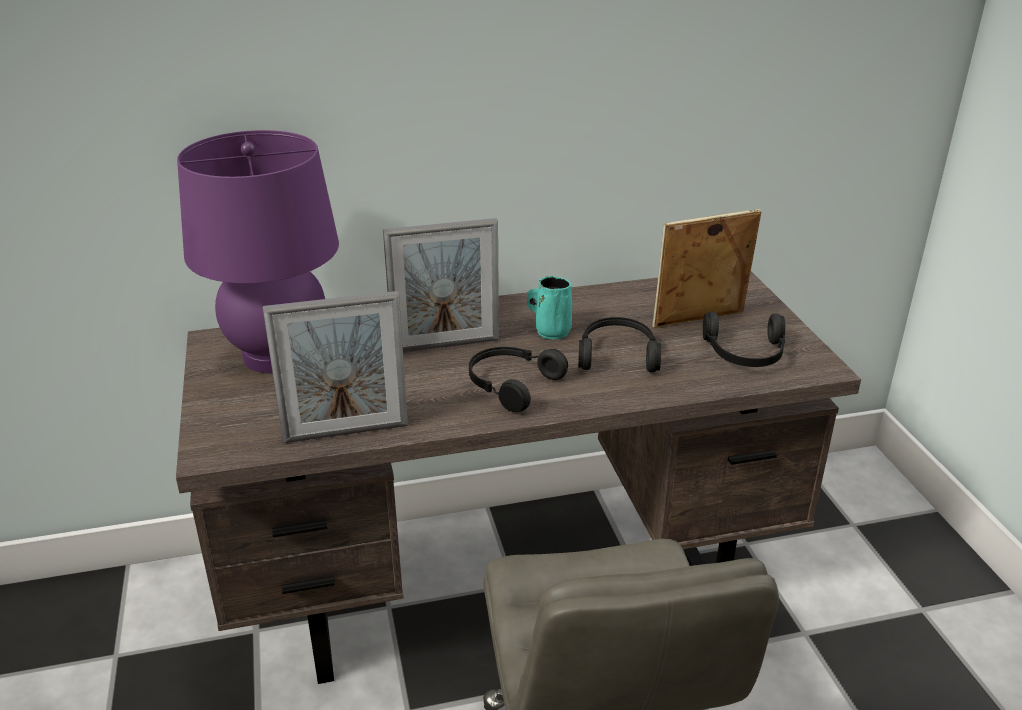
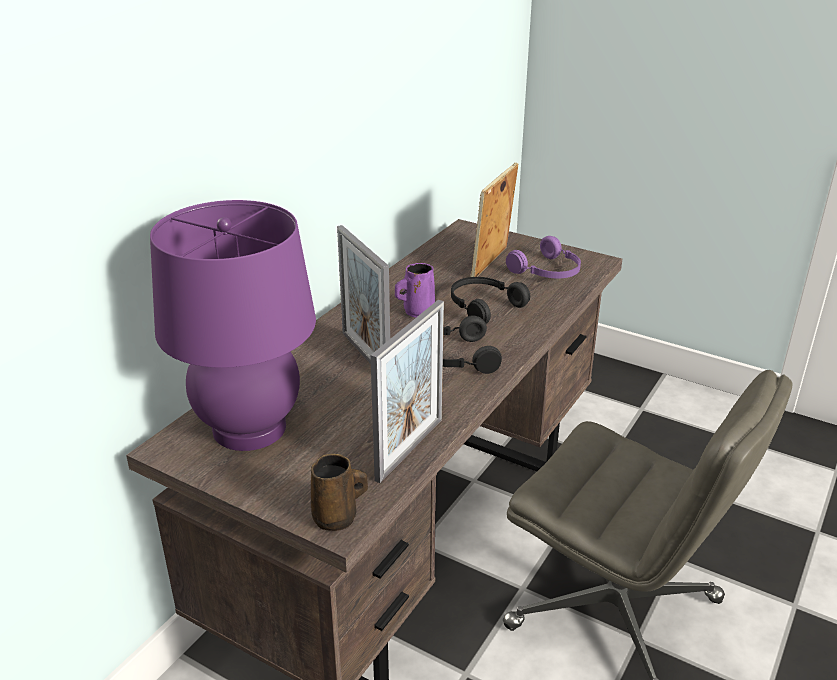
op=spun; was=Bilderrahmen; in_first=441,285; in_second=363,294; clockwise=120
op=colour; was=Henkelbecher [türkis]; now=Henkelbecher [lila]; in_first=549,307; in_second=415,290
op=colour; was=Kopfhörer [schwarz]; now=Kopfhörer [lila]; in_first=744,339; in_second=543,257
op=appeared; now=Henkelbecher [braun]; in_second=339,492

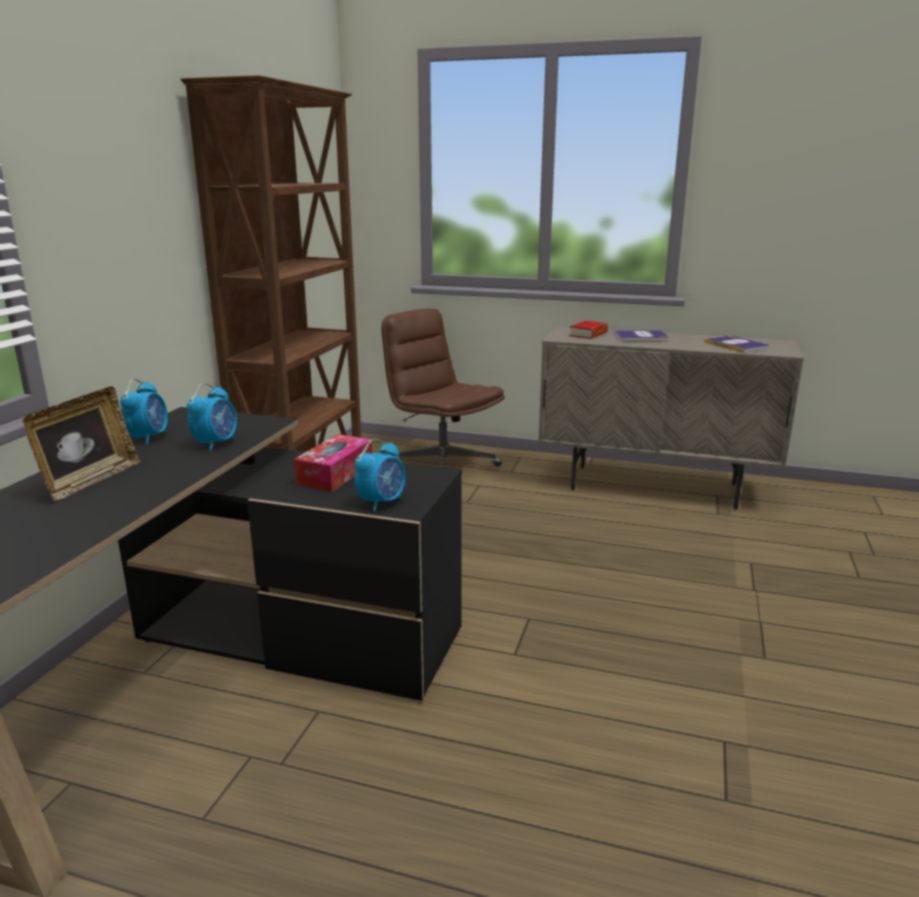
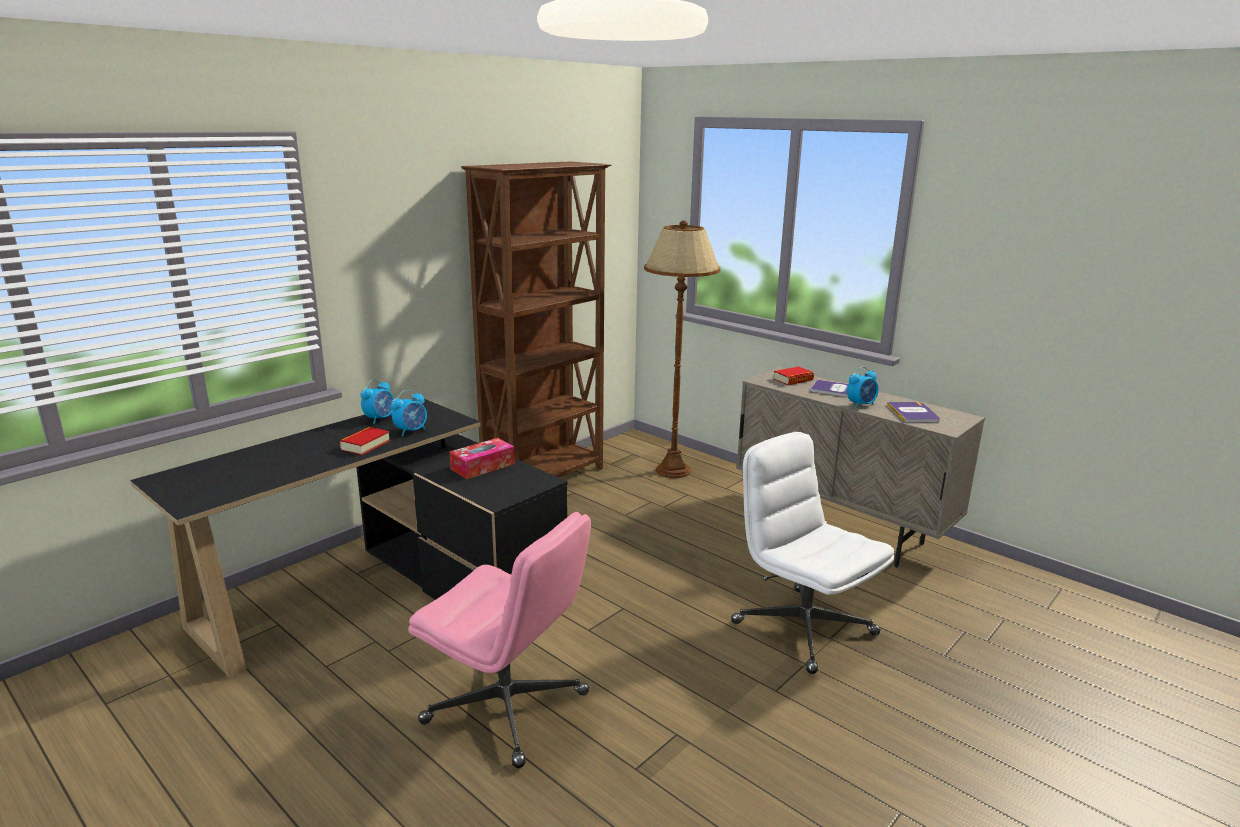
op=missing; was=Bilderrahmen; in_first=81,444
op=relocated; was=Wecker; in_first=380,475; in_second=863,387
op=exchanged; was=Bürostuhl [braun]; now=Stehlampe [braun]; in_first=443,387; in_second=682,349
op=appeared; now=Buch; in_second=364,441
op=appeared; now=Bürostuhl [rosa]; in_second=499,640
op=appeared; now=Bürostuhl [weiß]; in_second=812,553

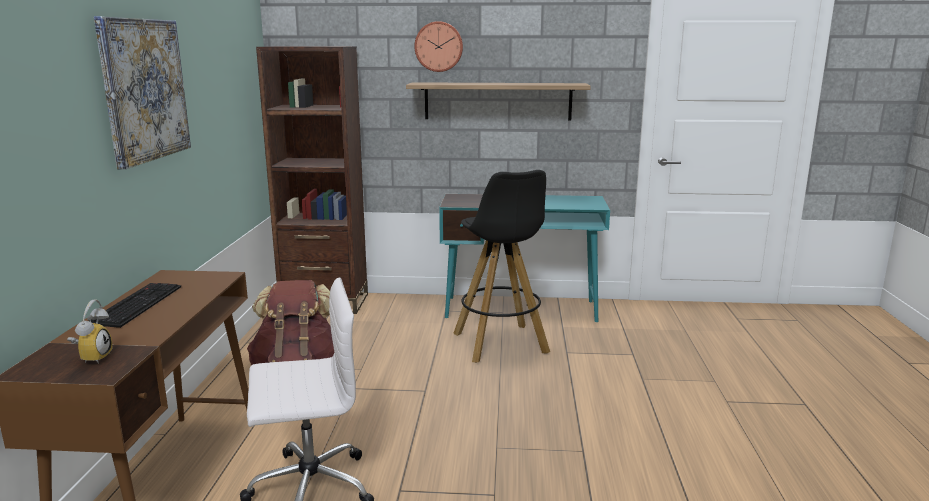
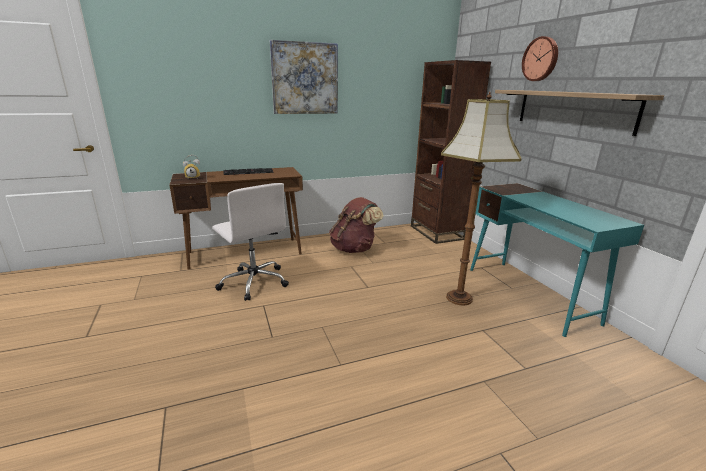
op=exchanged; was=Hocker [schwarz]; now=Stehlampe; in_first=501,266; in_second=481,199

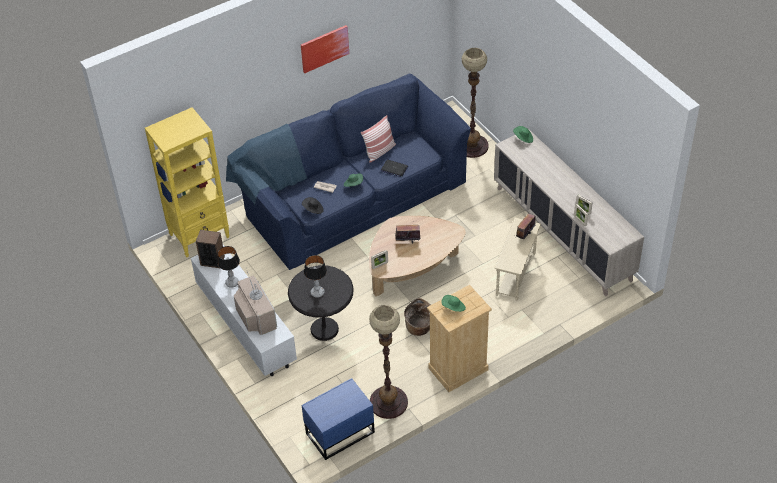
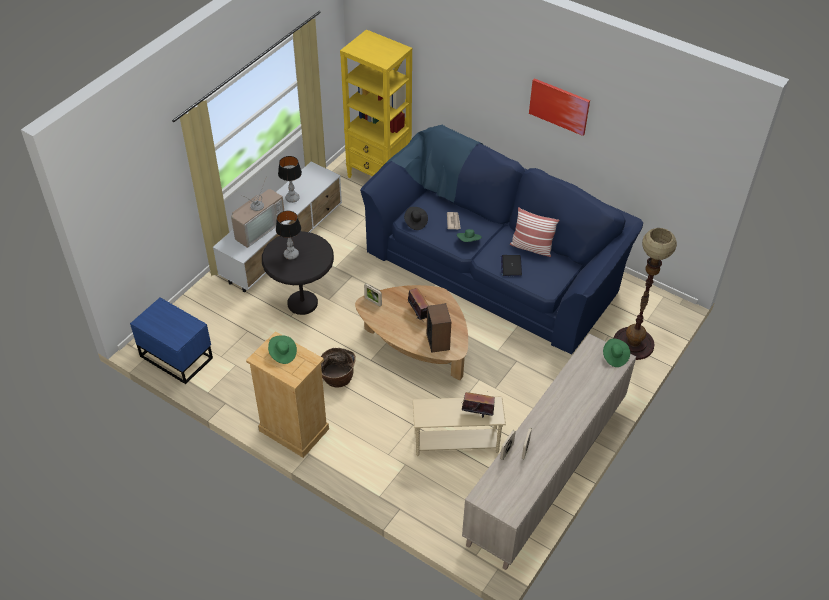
op=relocated; was=Lautsprecher; in_first=210,249; in_second=439,328
op=missing; was=Stehlampe; in_first=388,362

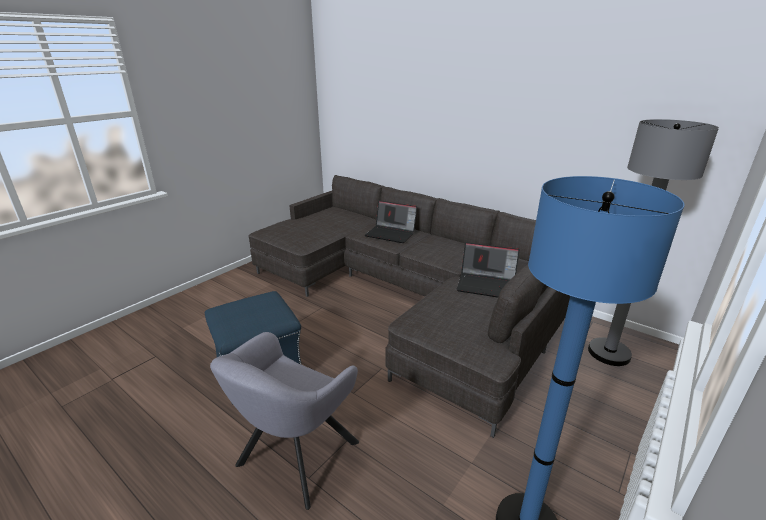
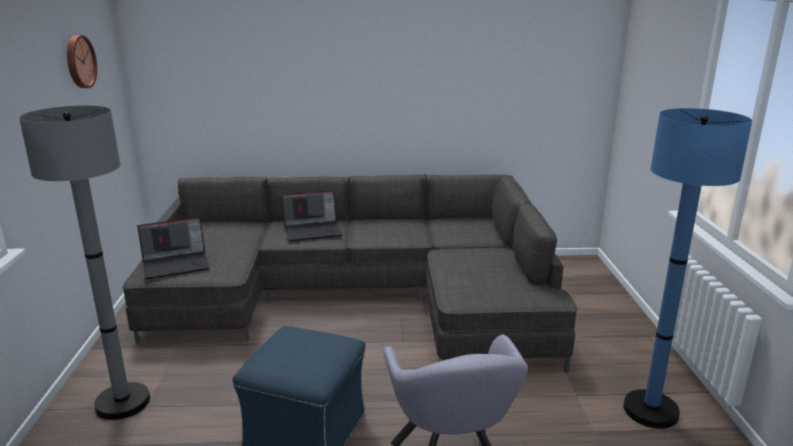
op=relocated; was=Laptop; in_first=488,269; in_second=173,248
op=relocated; was=Stehlampe [grau]; in_first=653,242; in_second=84,262
op=appeared; now=Wanduhr; in_second=82,61

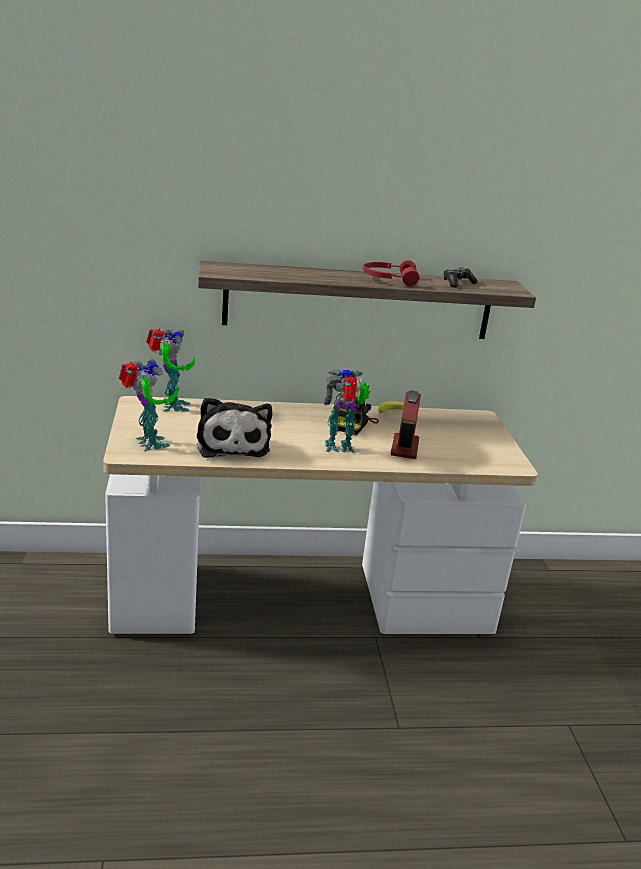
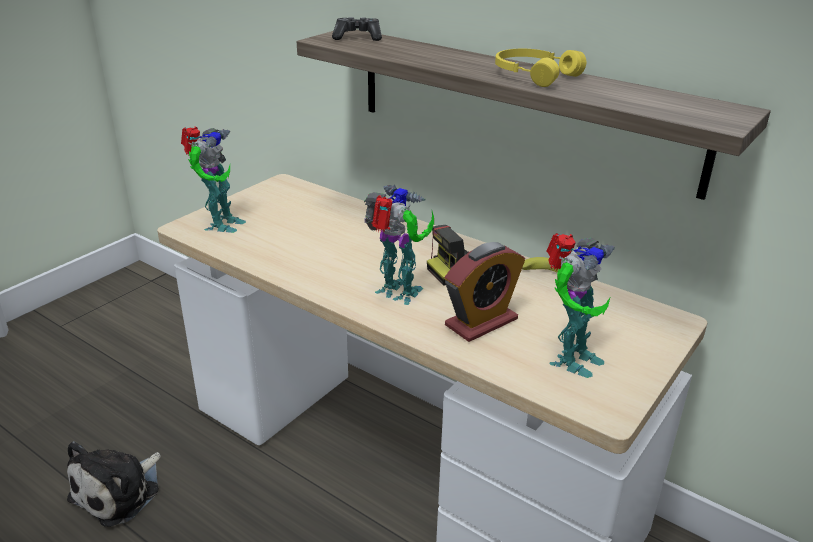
op=relocated; was=Spielzeugroboter; in_first=170,370; in_second=580,305
op=relocated; was=Plüschtier; in_first=234,427; in_second=114,484
op=colour; was=Kopfhörer [rot]; now=Kopfhörer [gelb]; in_first=391,273; in_second=540,68
op=relocated; was=Gamepad; in_first=460,278; in_second=357,29

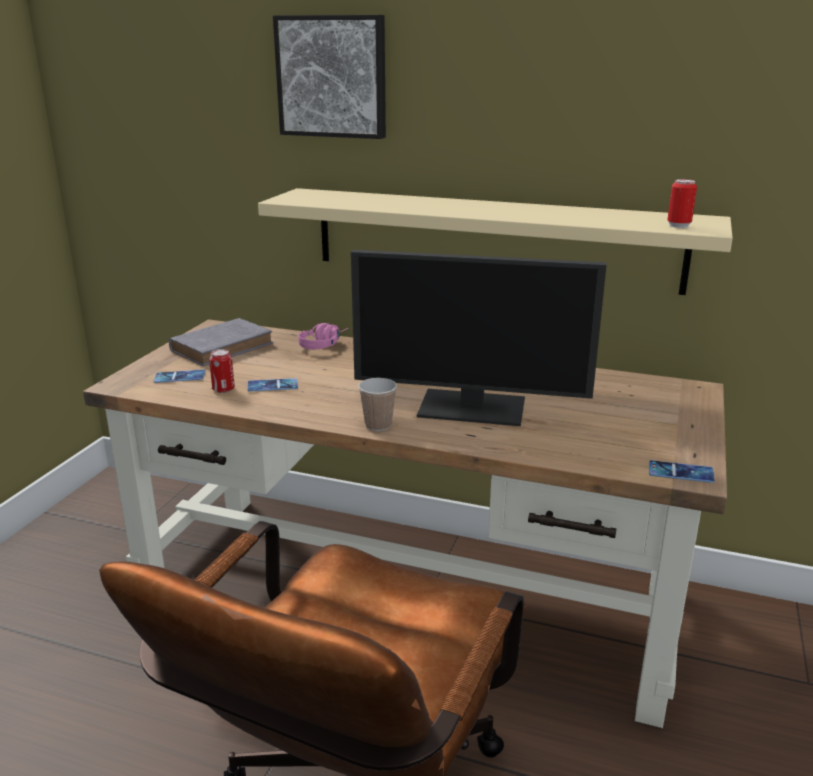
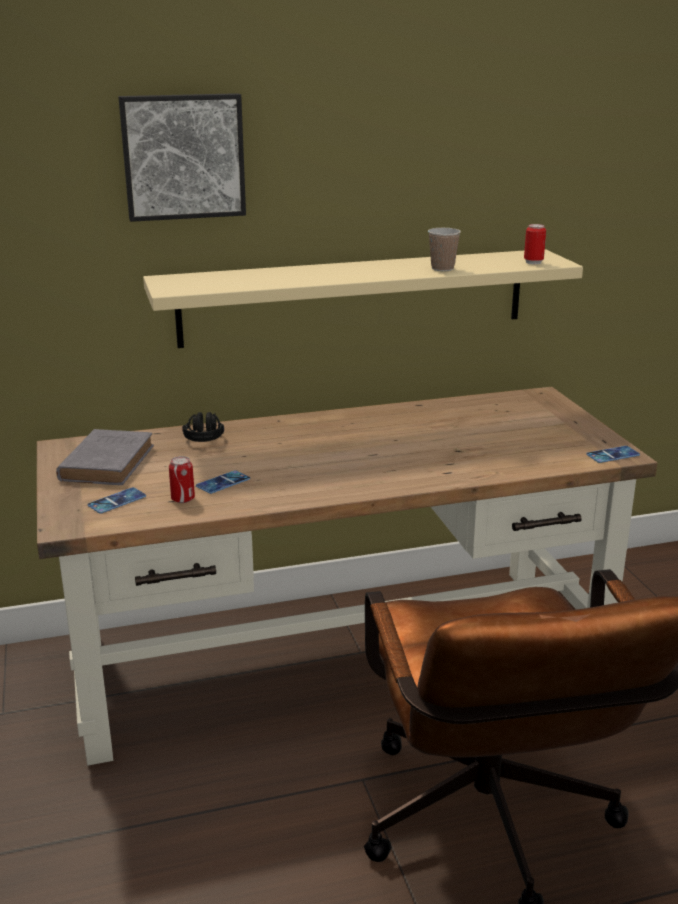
op=colour; was=Kopfhörer [rosa]; now=Kopfhörer [schwarz]; in_first=323,336; in_second=203,427
op=missing; was=Monitor; in_first=479,338
op=relocated; was=Tasse; in_first=377,404; in_second=444,249

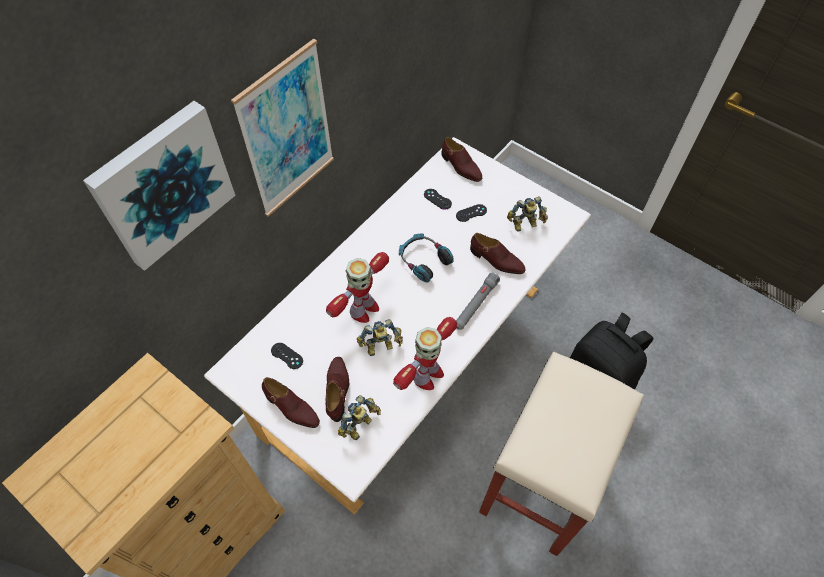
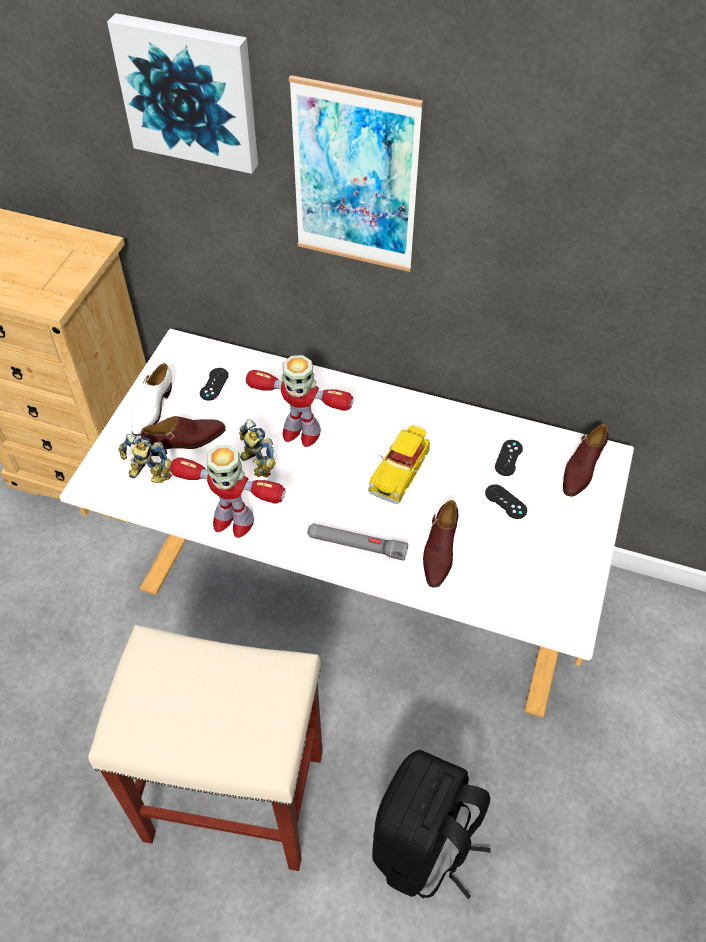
op=colour; was=Schuh [braun]; now=Schuh [weiß]; in_first=291,402; in_second=151,399
op=exchanged; was=Kopfhörer; now=Spielzeugauto; in_first=426,258; in_second=399,465
op=missing; was=Spielzeugroboter; in_first=527,214

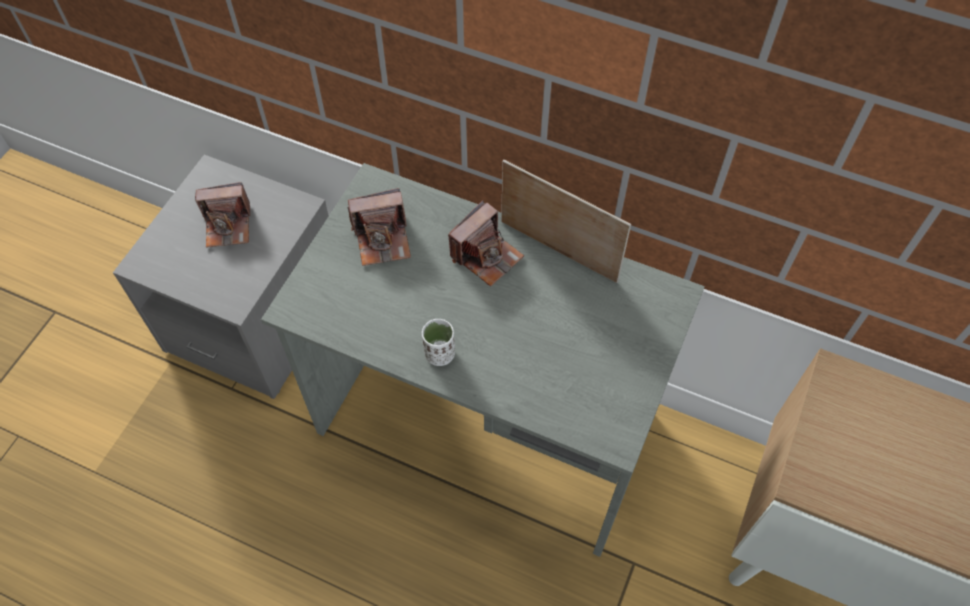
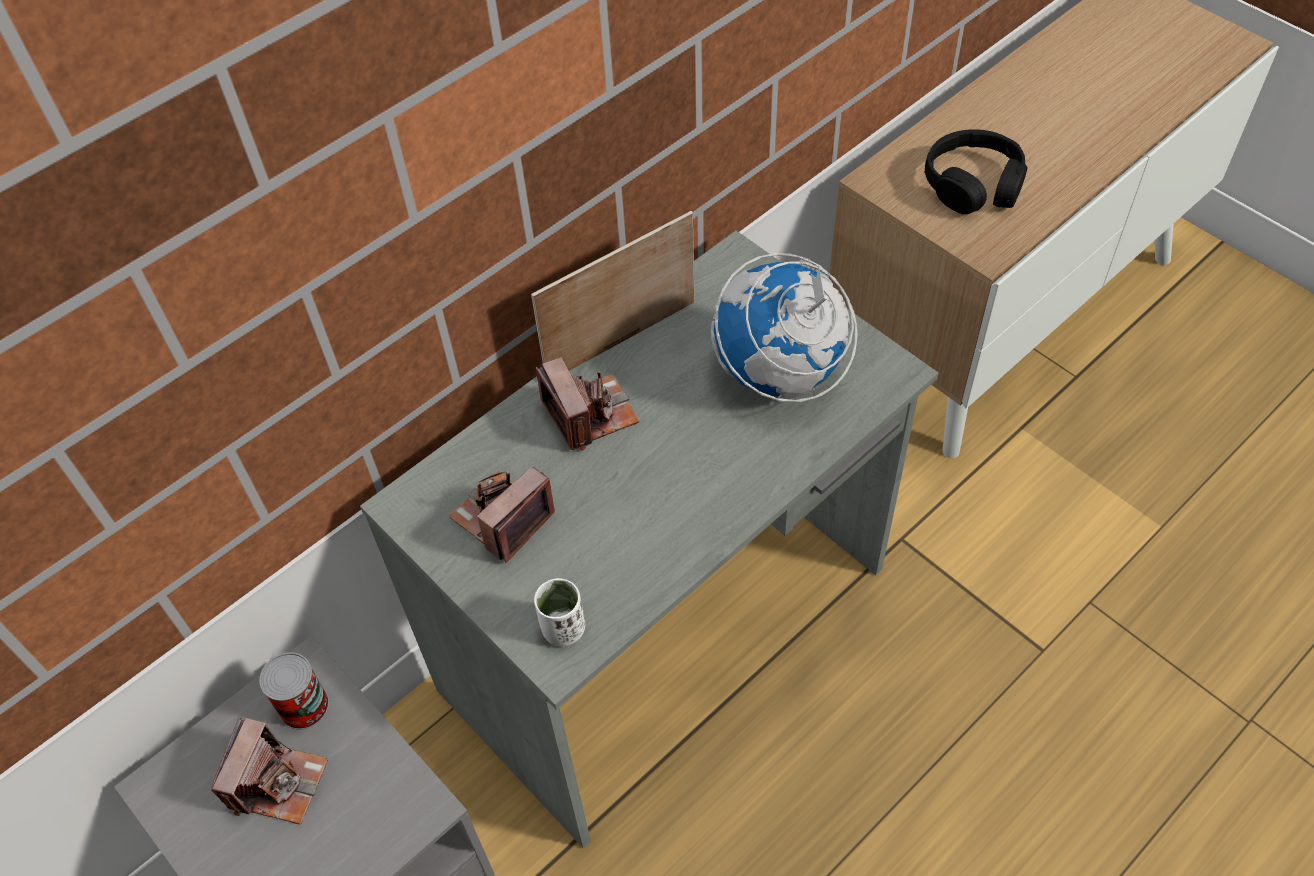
op=spun; was=Kamera; in_first=379,227; in_second=502,515; clockwise=-150
op=relocated; was=Tasse [weiß]; in_first=438,342; in_second=559,612
op=appeared; now=Dose; in_second=294,691
op=appeared; now=Globus; in_second=784,327
op=appeared; now=Kopfhörer [schwarz]; in_second=976,171

